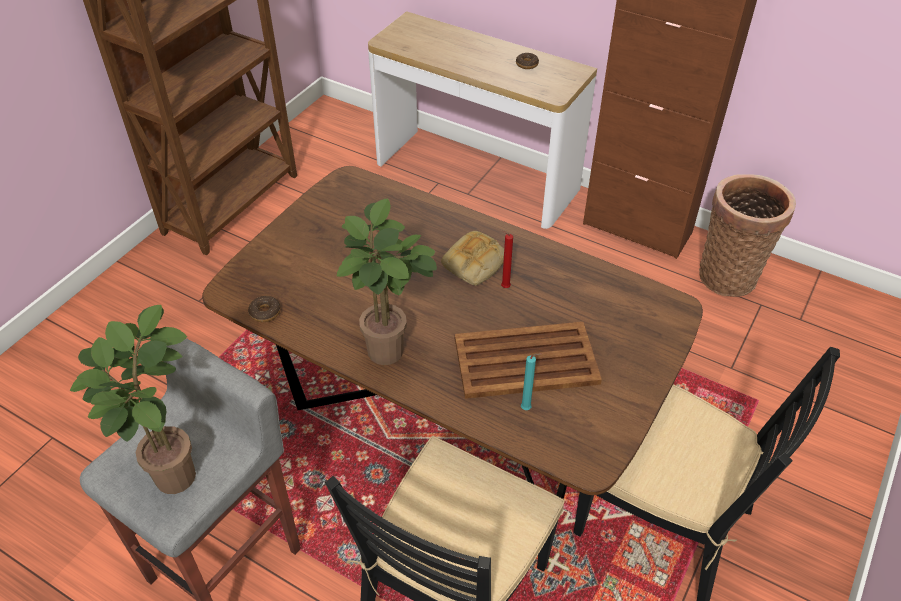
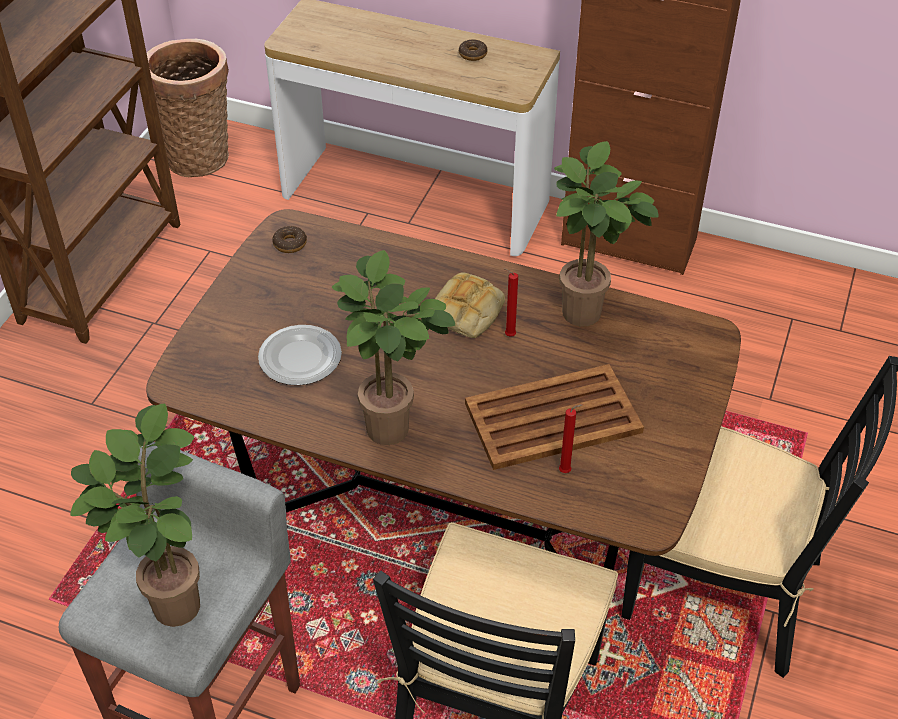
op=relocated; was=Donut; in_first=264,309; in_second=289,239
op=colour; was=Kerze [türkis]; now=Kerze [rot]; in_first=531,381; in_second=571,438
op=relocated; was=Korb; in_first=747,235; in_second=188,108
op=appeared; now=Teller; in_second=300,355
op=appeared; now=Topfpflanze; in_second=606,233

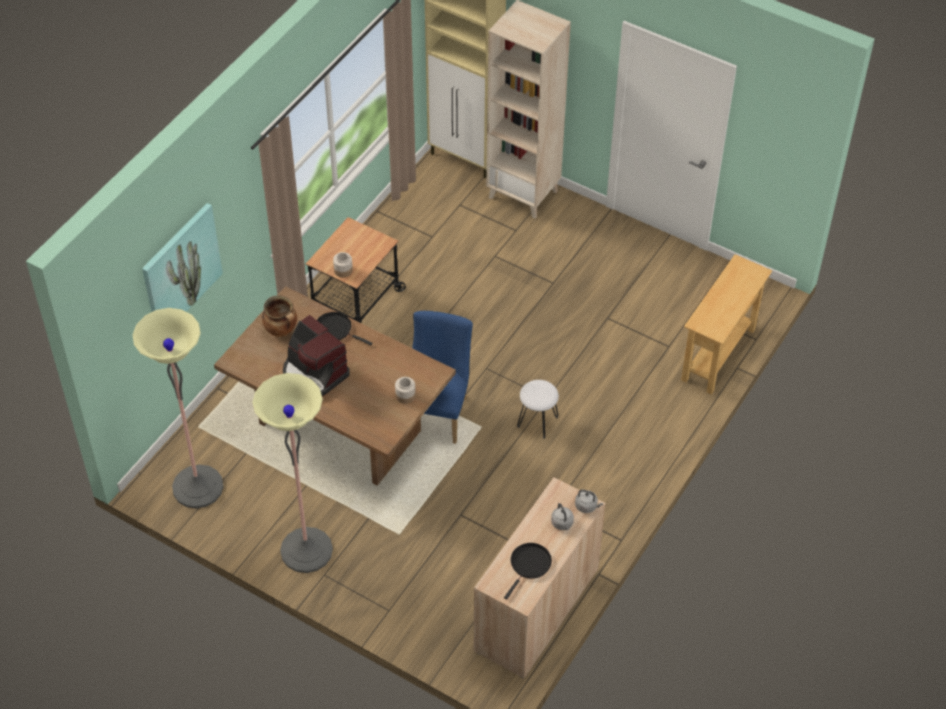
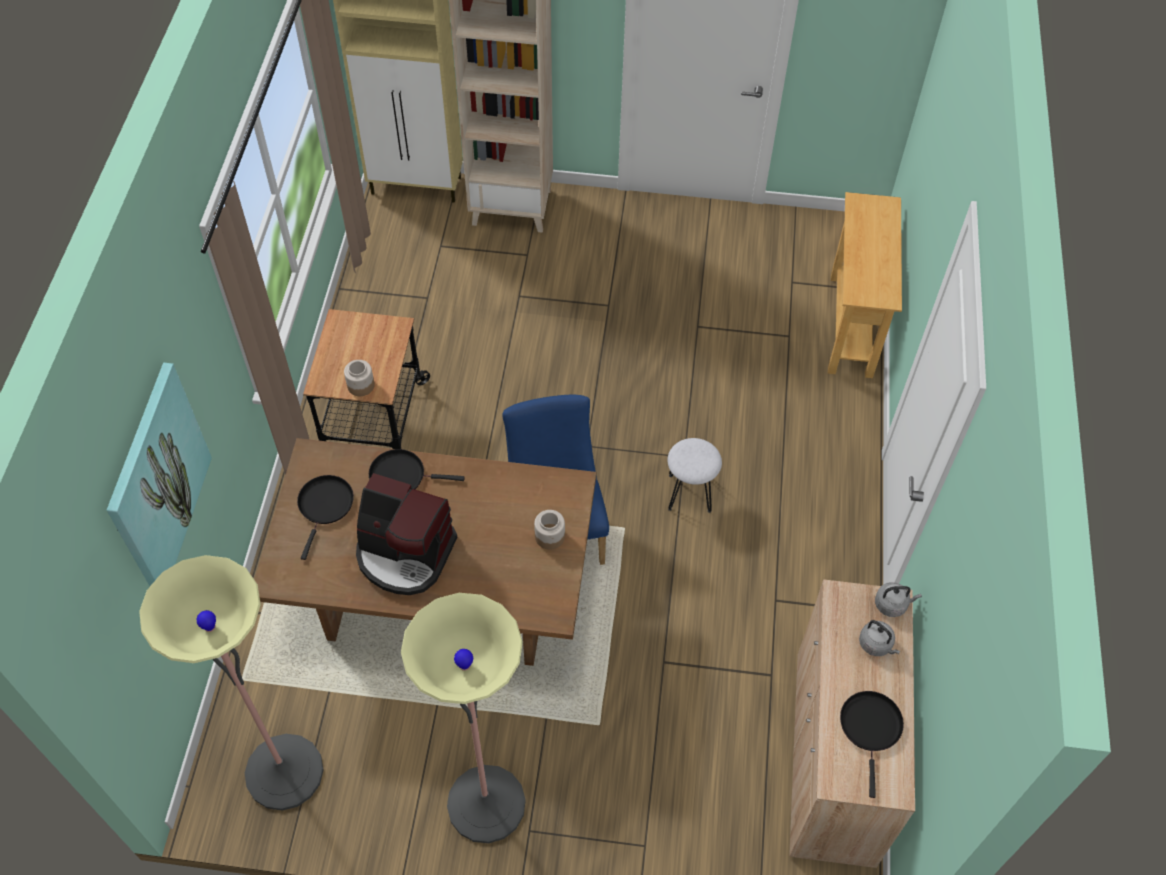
op=exchanged; was=Kochtopf; now=Pfanne [schwarz]; in_first=279,316; in_second=325,517

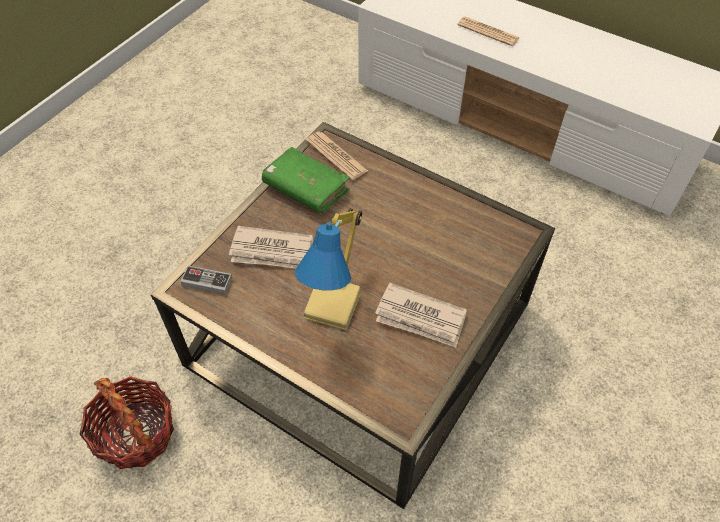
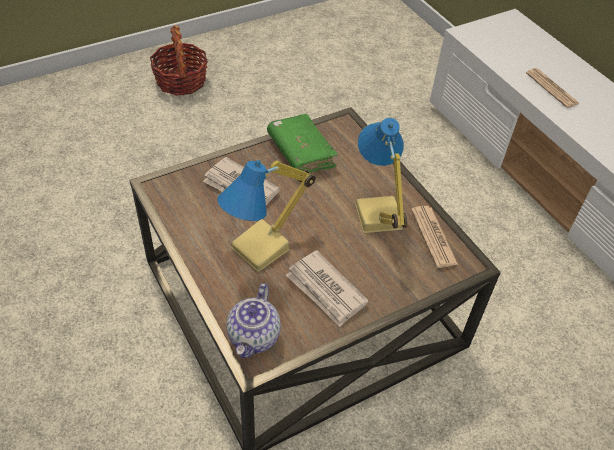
op=relocated; was=Korb; in_first=126,422; in_second=179,60
op=missing; was=Gamepad; in_first=206,280
op=relocated; was=Zeitung; in_first=337,156; in_second=434,237
op=appeared; now=Teekanne; in_second=253,320
op=appeared; now=Tischlampe; in_second=381,175

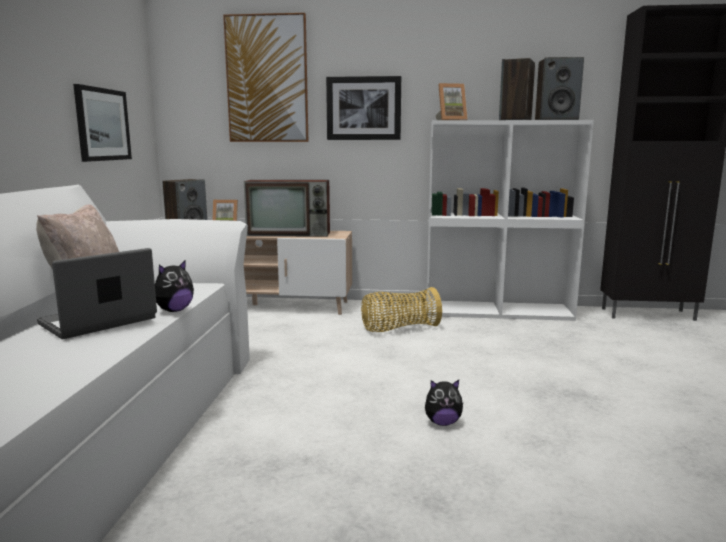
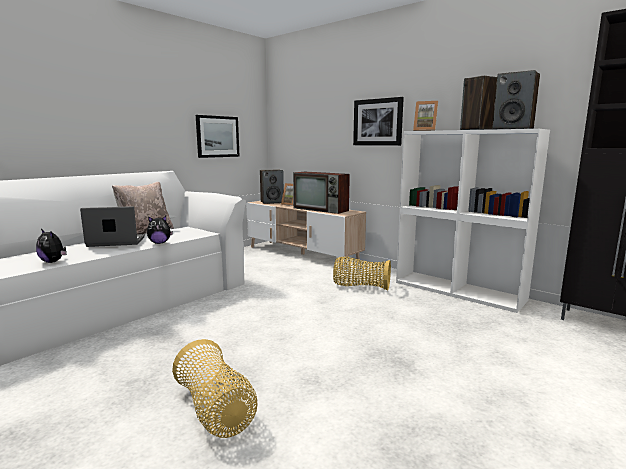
op=missing; was=Bild; in_first=265,77
op=relocated; was=Plüschtier; in_first=444,403; in_second=51,246
op=appeared; now=Korb; in_second=214,388

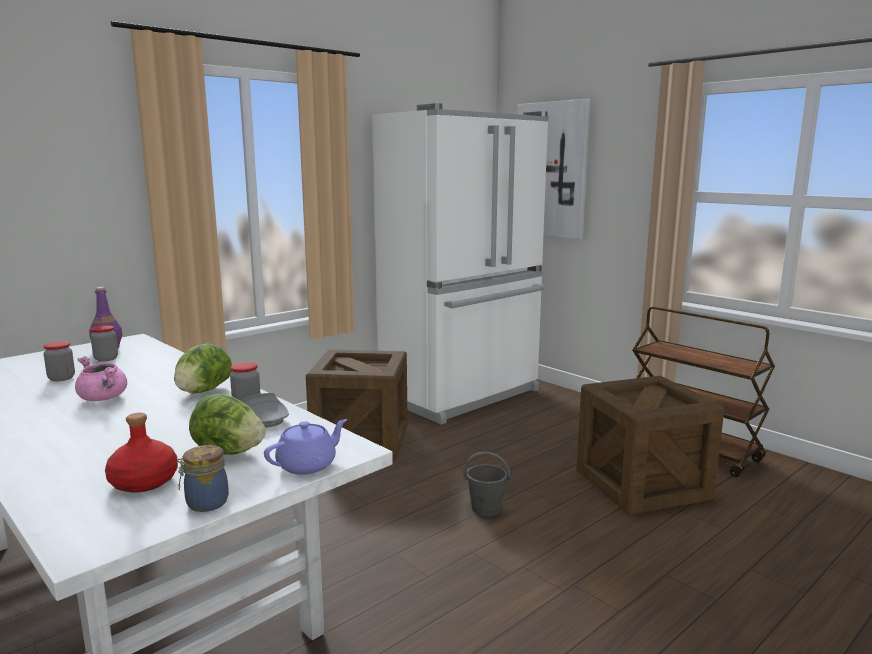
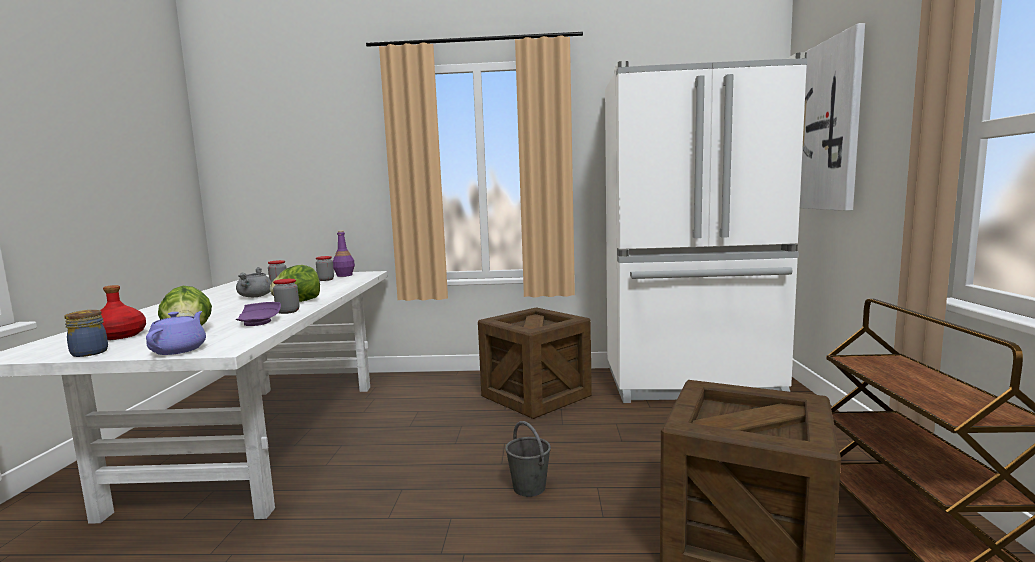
op=colour; was=Kochtopf [rosa]; now=Kochtopf [grau]; in_first=101,378; in_second=254,282
op=colour; was=Teller [grau]; now=Teller [lila]; in_first=265,410; in_second=258,314
op=spun; was=Teekanne [lila]; in_first=305,447; in_second=176,333; clockwise=-90

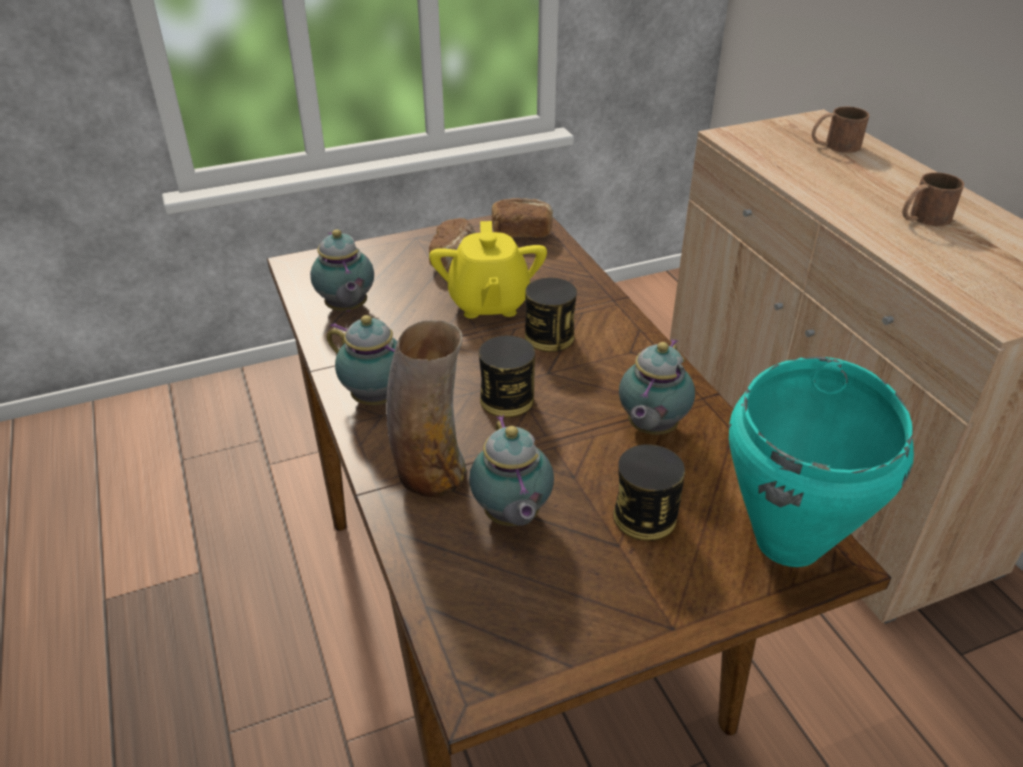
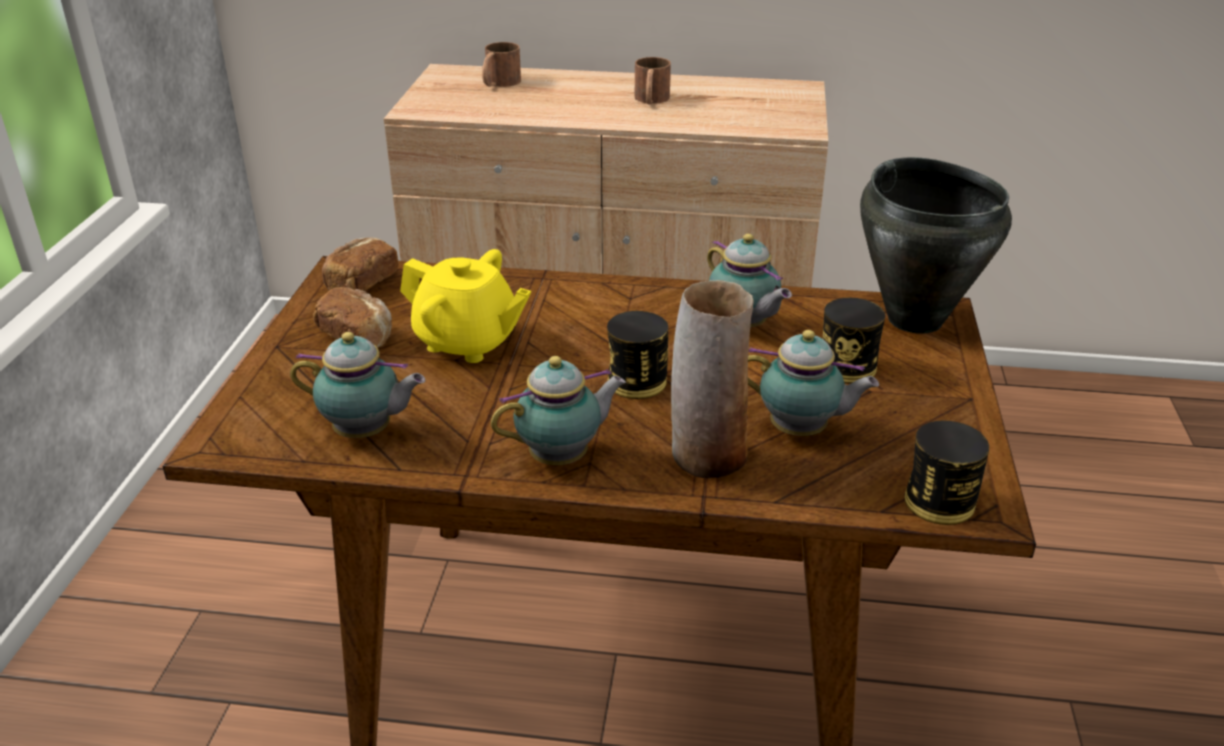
op=relocated; was=Dose; in_first=551,315; in_second=946,472
op=colour; was=Kochtopf [türkis]; now=Kochtopf [schwarz]; in_first=821,462; in_second=936,245

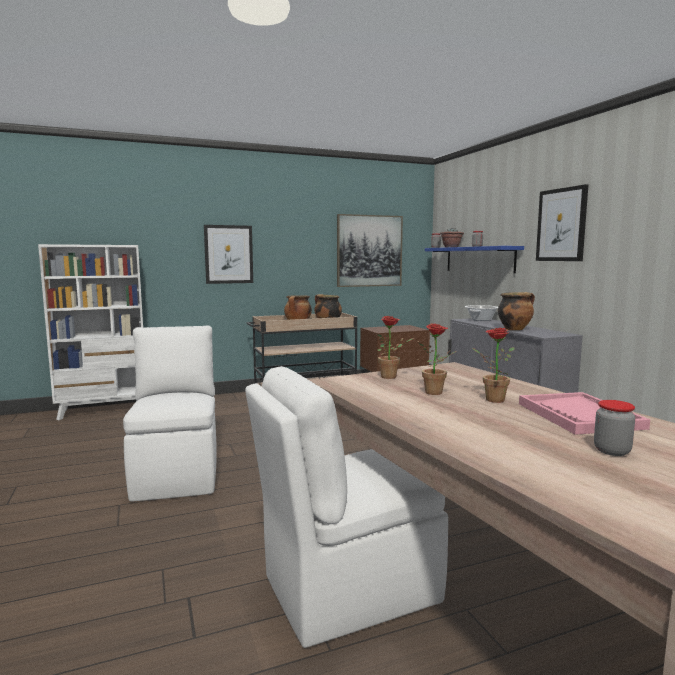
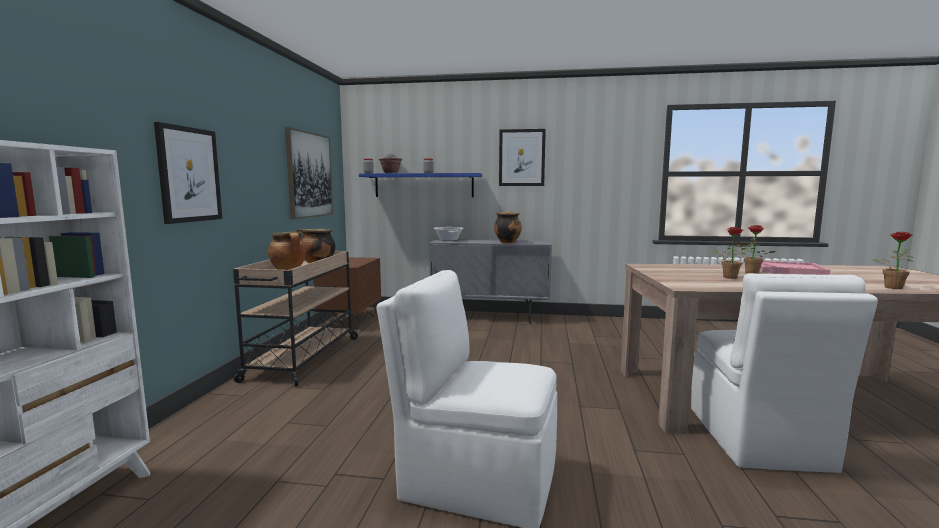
op=relocated; was=Topfpflanze; in_first=395,347; in_second=892,260
op=missing; was=Vorratsglas; in_first=614,428

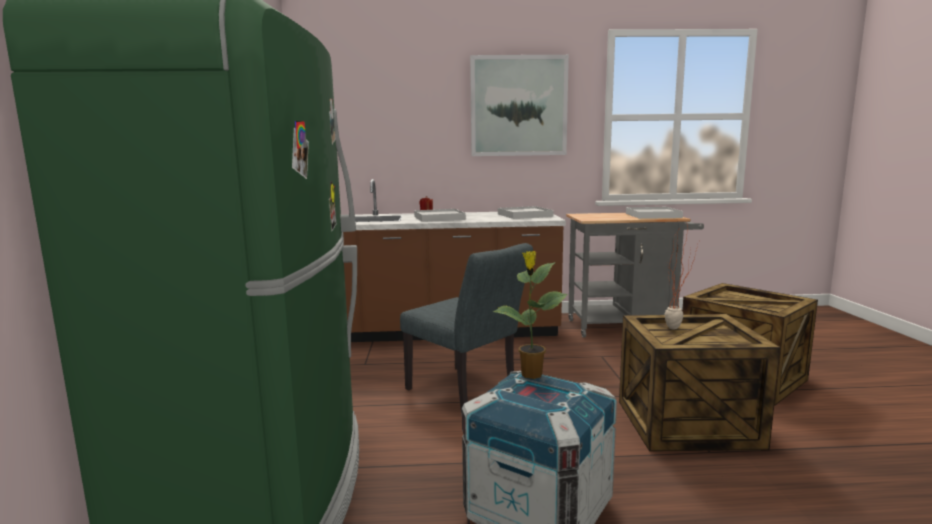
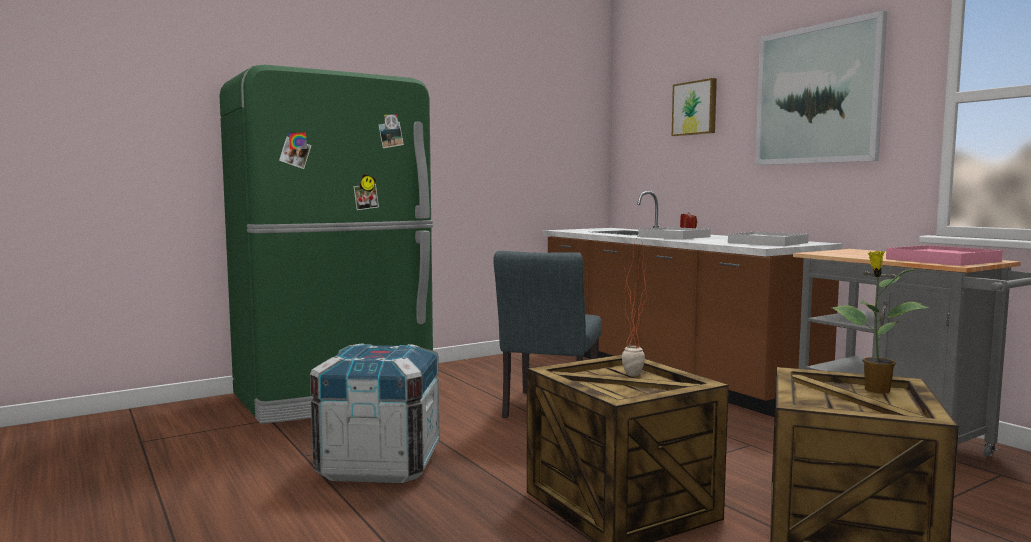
op=relocated; was=Topfpflanze; in_first=530,315; in_second=879,322
op=colour; was=Tablett [weiß]; now=Tablett [rosa]; in_first=654,213; in_second=944,255
op=appeared; now=Bild; in_second=694,107

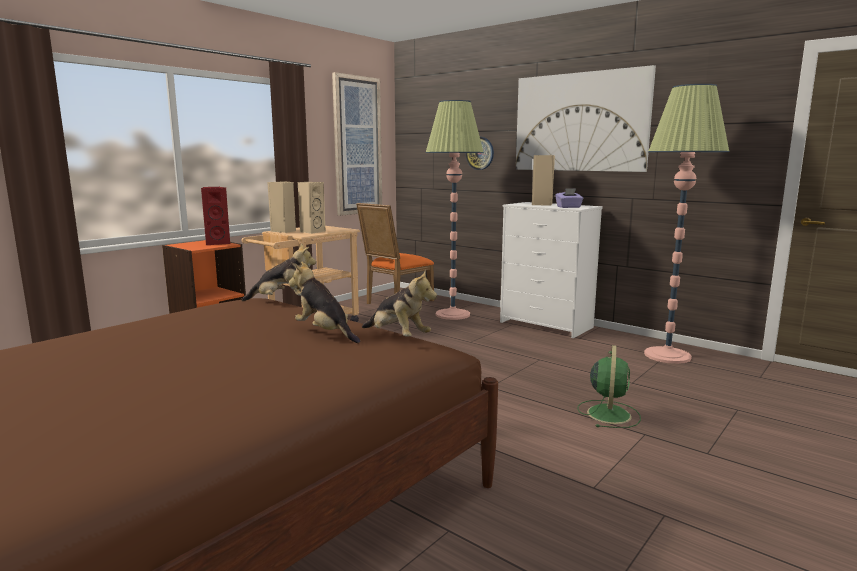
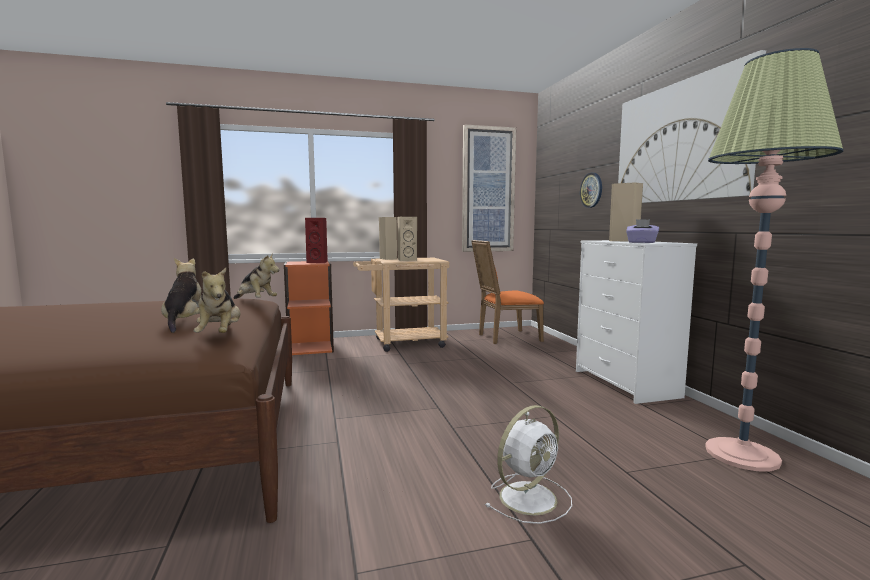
op=missing; was=Stehlampe; in_first=455,210
op=colour; was=Ventilator [grün]; now=Ventilator [weiß]; in_first=609,386; in_second=528,464

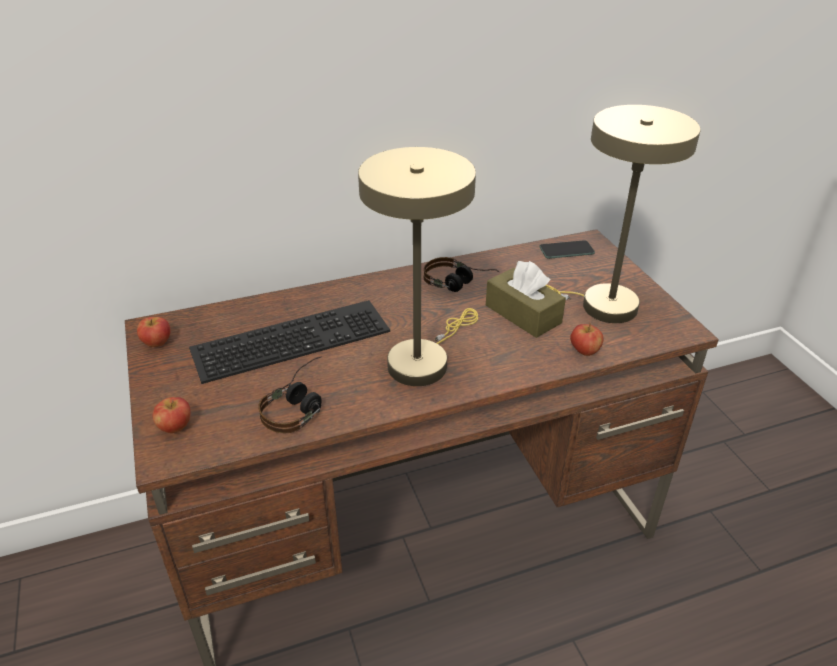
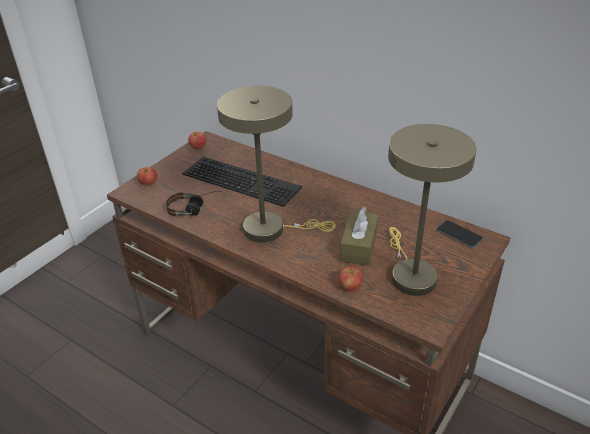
op=missing; was=Kopfhörer; in_first=461,274

